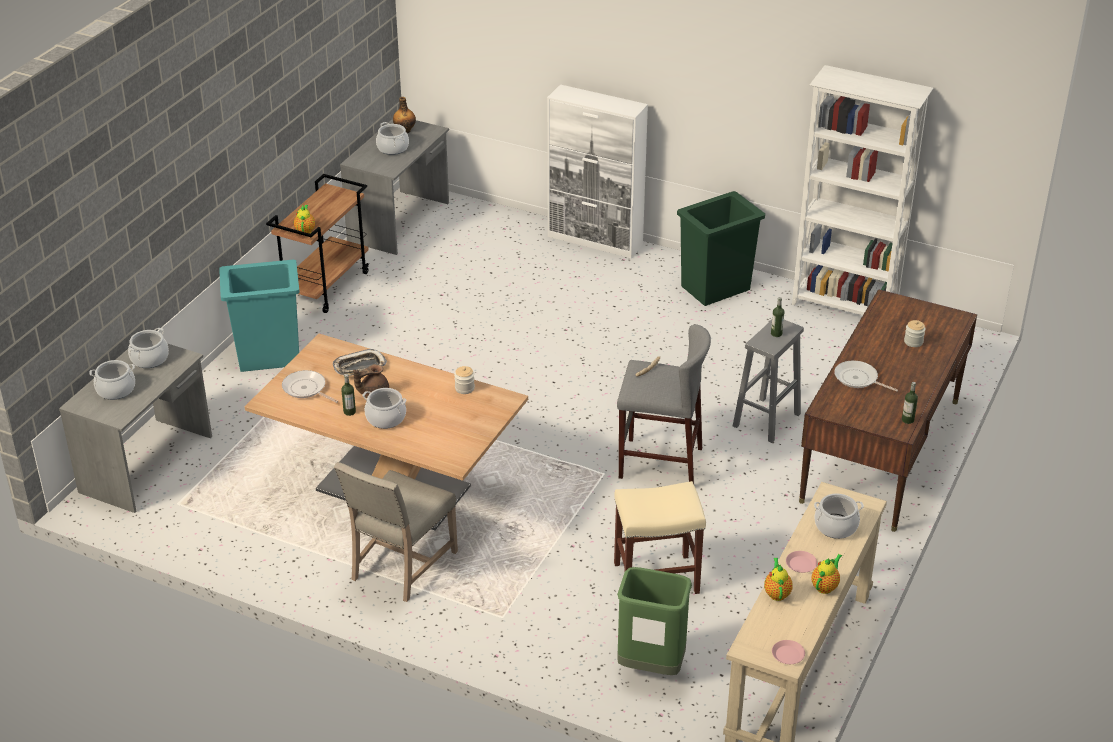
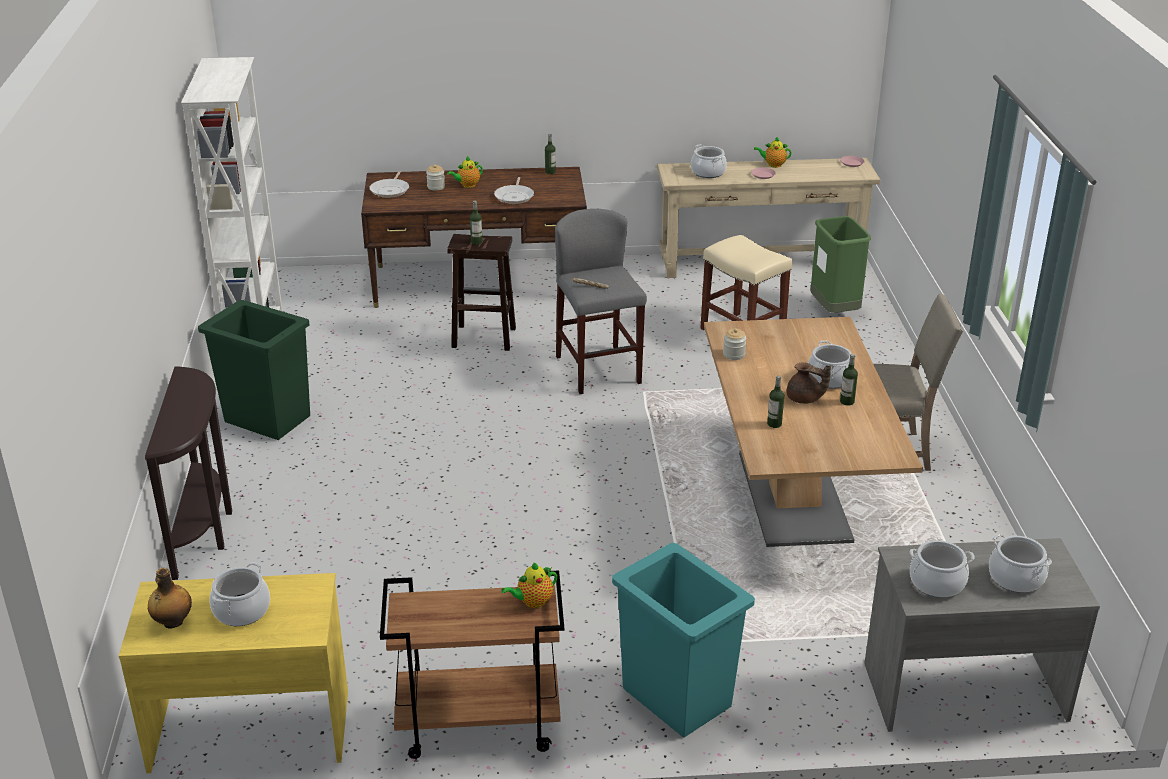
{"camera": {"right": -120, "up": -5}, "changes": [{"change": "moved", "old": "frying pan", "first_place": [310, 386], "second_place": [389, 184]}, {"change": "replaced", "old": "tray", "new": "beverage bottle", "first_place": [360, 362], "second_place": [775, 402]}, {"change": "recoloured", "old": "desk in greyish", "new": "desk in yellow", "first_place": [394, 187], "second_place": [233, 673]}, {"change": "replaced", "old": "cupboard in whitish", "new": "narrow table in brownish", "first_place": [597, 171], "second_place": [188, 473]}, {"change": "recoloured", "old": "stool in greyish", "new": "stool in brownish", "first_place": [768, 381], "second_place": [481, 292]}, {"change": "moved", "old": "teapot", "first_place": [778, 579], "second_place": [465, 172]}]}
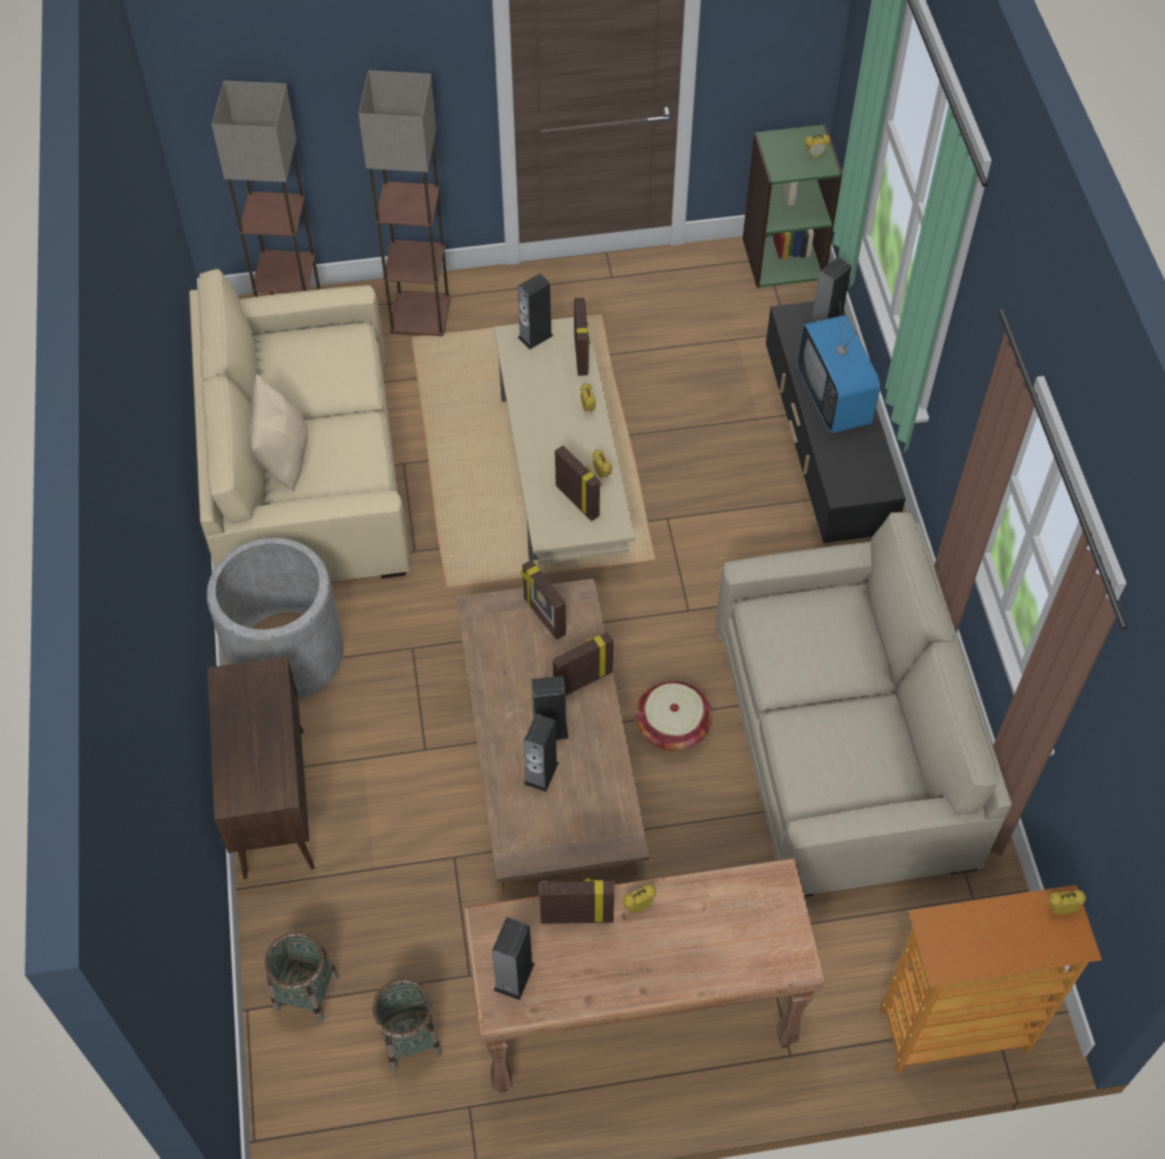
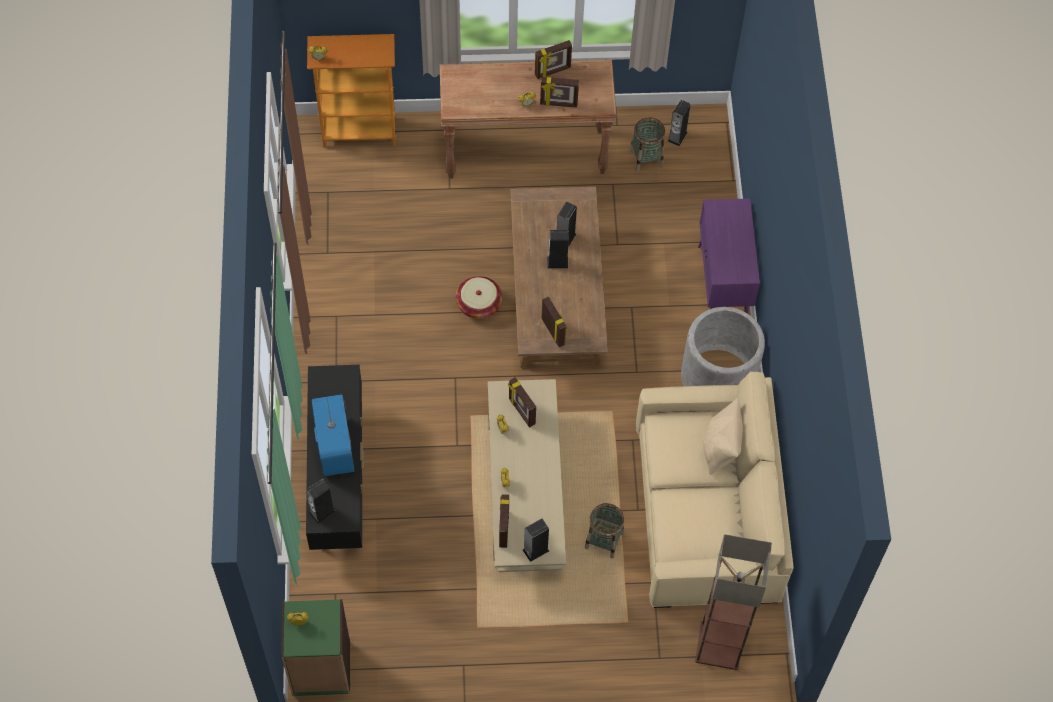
{"camera": {"right": -175, "up": 5}, "changes": [{"change": "recoloured", "old": "cupboard in brownish", "new": "cupboard in purple-coloured", "first_place": [261, 768], "second_place": [729, 256]}, {"change": "moved", "old": "basket", "first_place": [302, 977], "second_place": [604, 530]}, {"change": "removed", "old": "standing lamp", "first_place": [404, 203]}, {"change": "moved", "old": "speaker", "first_place": [513, 958], "second_place": [679, 123]}, {"change": "moved", "old": "picture frame", "first_place": [583, 663], "second_place": [553, 59]}, {"change": "removed", "old": "sofa in beige", "first_place": [864, 704]}]}
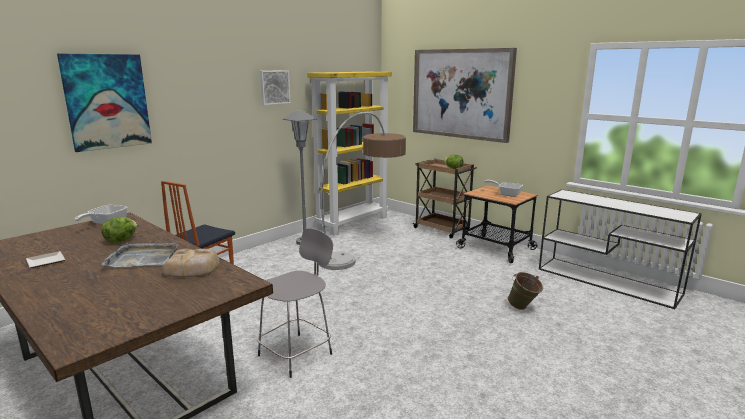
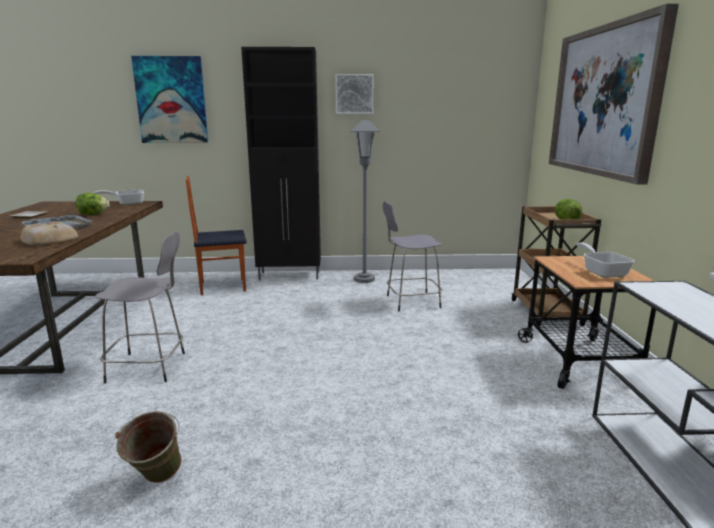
{"camera": {"right": 45, "up": 0}, "changes": [{"change": "removed", "old": "bookshelf in yellow", "first_place": [349, 154]}, {"change": "replaced", "old": "standing lamp", "new": "stool in greyish", "first_place": [362, 191], "second_place": [413, 256]}, {"change": "moved", "old": "bucket in green", "first_place": [525, 291], "second_place": [148, 447]}, {"change": "added", "new": "cupboard in black", "second_place": [281, 163]}]}
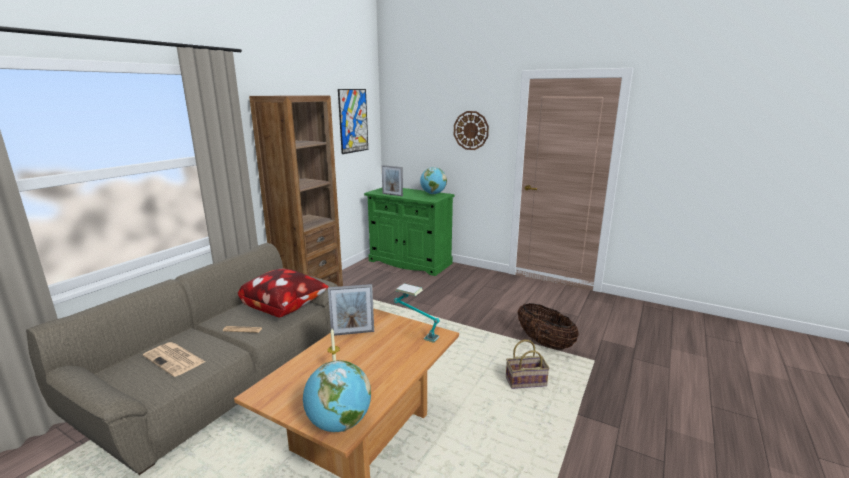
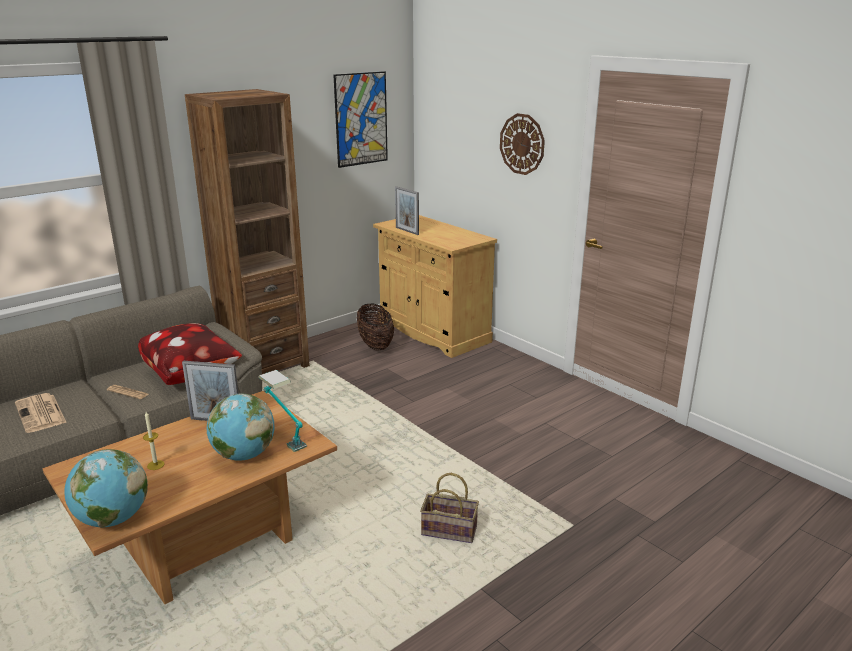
{"camera": {"right": 20, "up": 5}, "changes": [{"change": "recoloured", "old": "cupboard in green", "new": "cupboard in beige", "first_place": [409, 232], "second_place": [435, 286]}, {"change": "moved", "old": "globe", "first_place": [433, 180], "second_place": [240, 427]}, {"change": "moved", "old": "basket", "first_place": [548, 326], "second_place": [375, 327]}]}
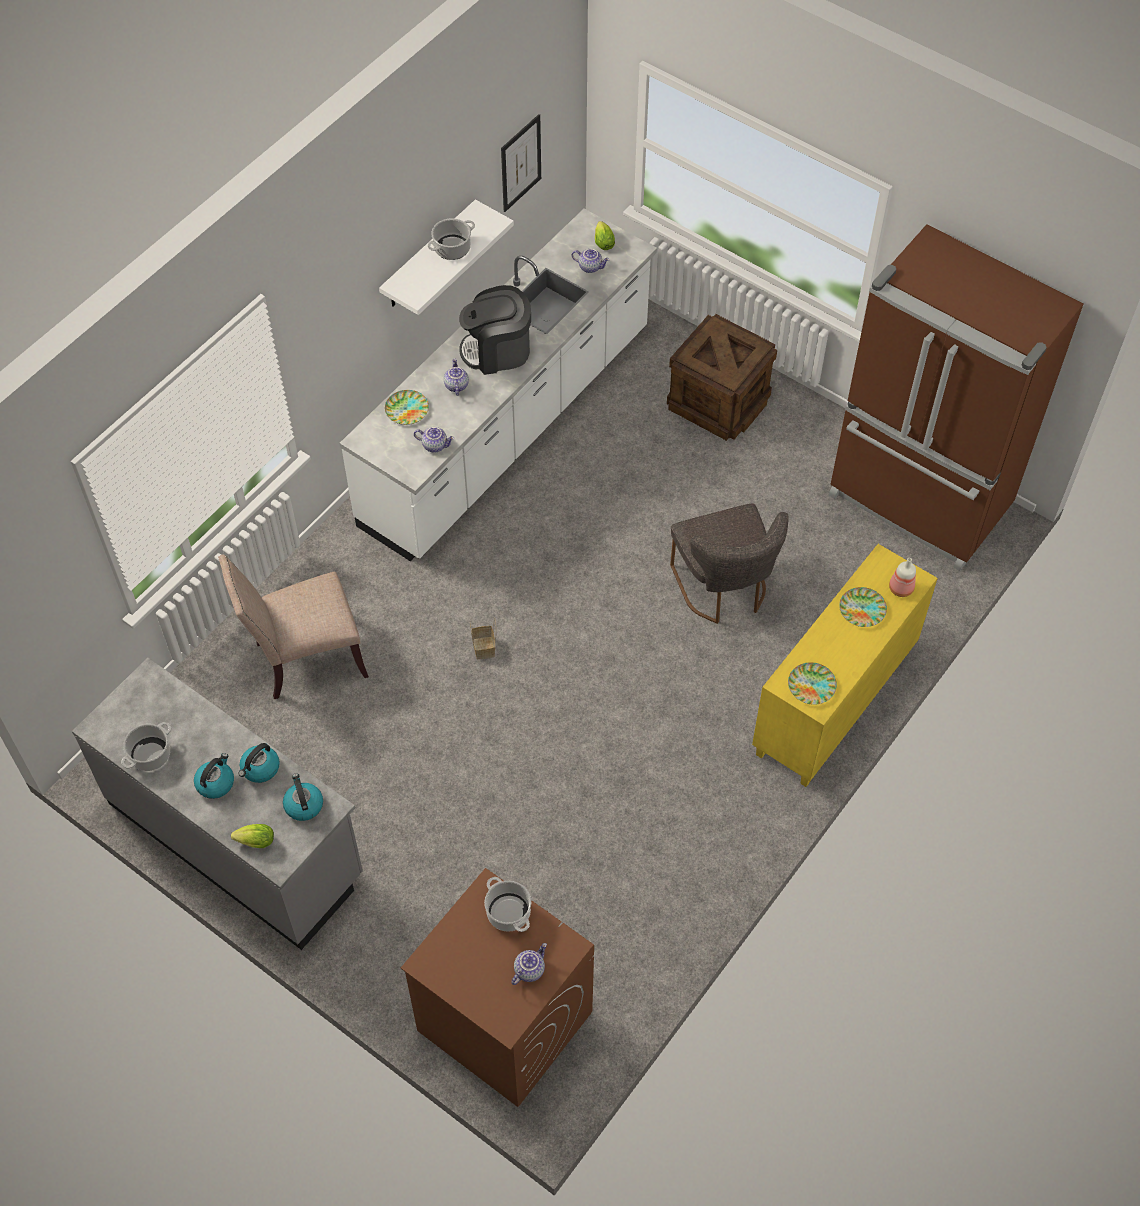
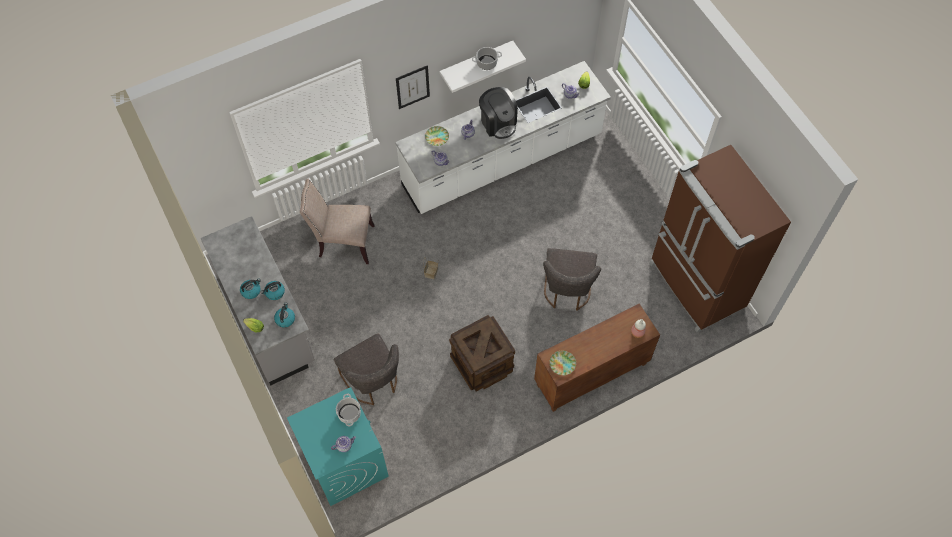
{"camera": {"right": 25, "up": 5}, "changes": [{"change": "removed", "old": "cooking pot", "first_place": [146, 746]}, {"change": "recoloured", "old": "washing machine in brownish", "new": "washing machine in turquoise", "first_place": [497, 987], "second_place": [338, 446]}, {"change": "turned", "old": "coffee maker", "first_place": [495, 330], "second_place": [498, 113], "degrees": -135}, {"change": "moved", "old": "wall picture", "first_place": [521, 163], "second_place": [413, 87]}, {"change": "moved", "old": "packing crate", "first_place": [722, 377], "second_place": [482, 353]}, {"change": "recoloured", "old": "cupboard in yellow", "new": "cupboard in brownish", "first_place": [845, 665], "second_place": [597, 357]}, {"change": "removed", "old": "plate", "first_place": [863, 607]}, {"change": "added", "new": "plain chair in greyish", "second_place": [366, 369]}]}
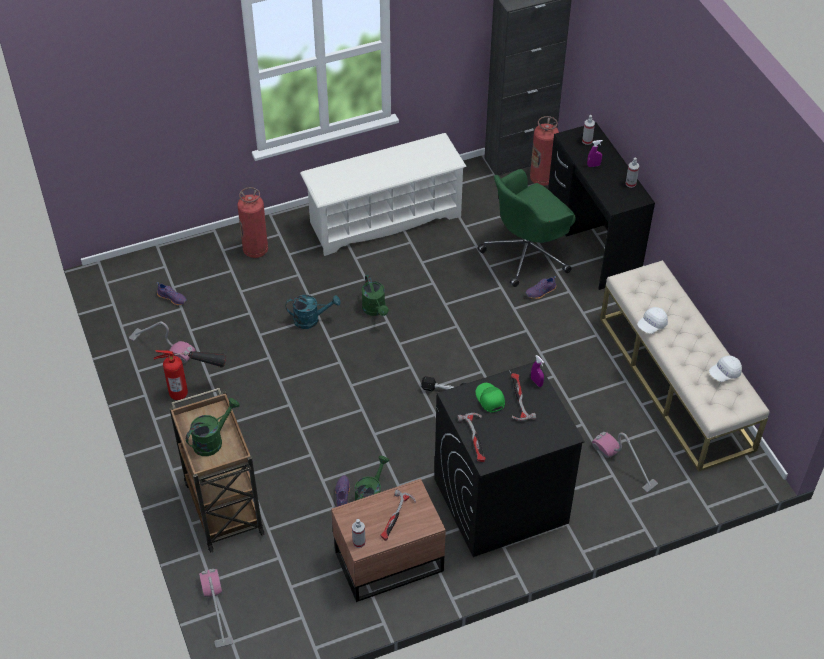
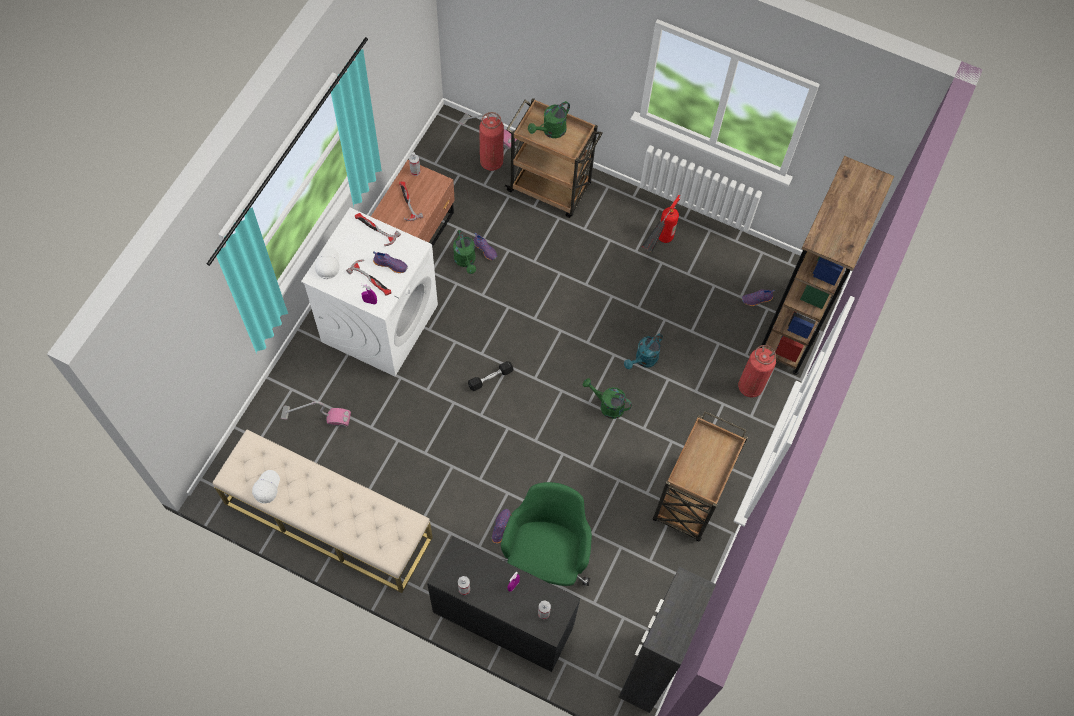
{"camera": {"right": 135, "up": 15}, "changes": [{"change": "removed", "old": "vacuum cleaner", "first_place": [162, 342]}, {"change": "turned", "old": "watering pot in green", "first_place": [213, 427], "second_place": [549, 119], "degrees": 45}, {"change": "replaced", "old": "shoe shelf in whitish", "new": "trolley in brownish", "first_place": [383, 194], "second_place": [700, 476]}, {"change": "recoloured", "old": "washing machine in black", "new": "washing machine in whitish", "first_place": [509, 459], "second_place": [369, 292]}, {"change": "replaced", "old": "peaked cap in green", "new": "shoe in purple-coloured", "first_place": [490, 397], "second_place": [390, 262]}, {"change": "moved", "old": "extinguisher", "first_place": [544, 151], "second_place": [491, 141]}, {"change": "moved", "old": "peaked cap in whitish", "first_place": [652, 320], "second_place": [327, 263]}, {"change": "added", "new": "bookshelf in brownish", "second_place": [827, 265]}]}
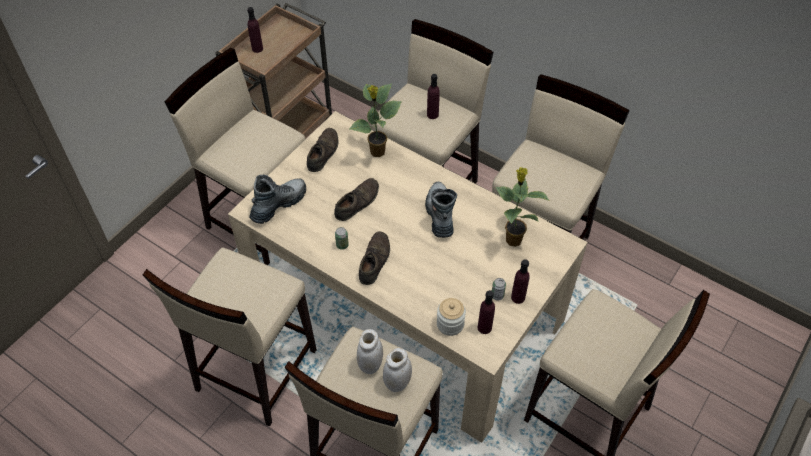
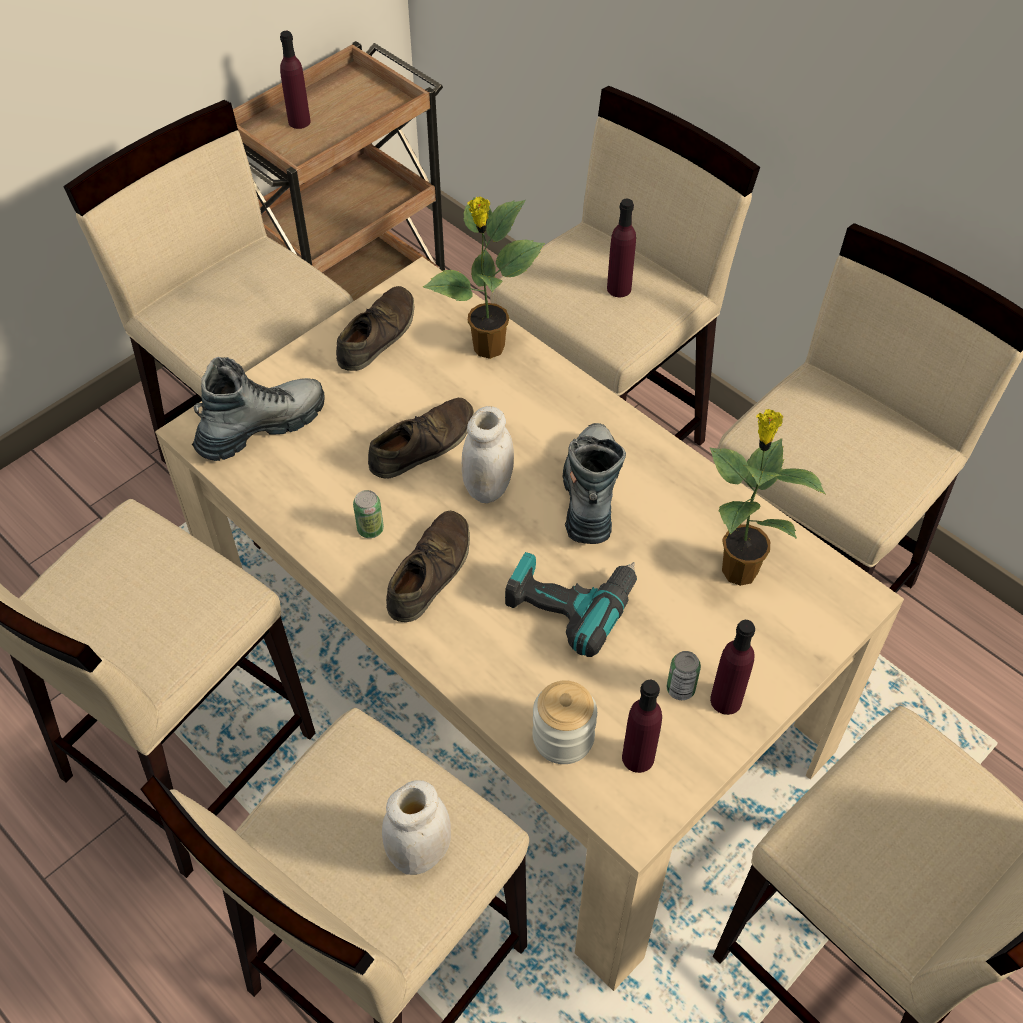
{"camera": {"right": 10, "up": 0}, "changes": [{"change": "moved", "old": "preserve jar in whitish", "first_place": [370, 351], "second_place": [488, 455]}, {"change": "added", "new": "electric drill", "second_place": [571, 604]}]}
